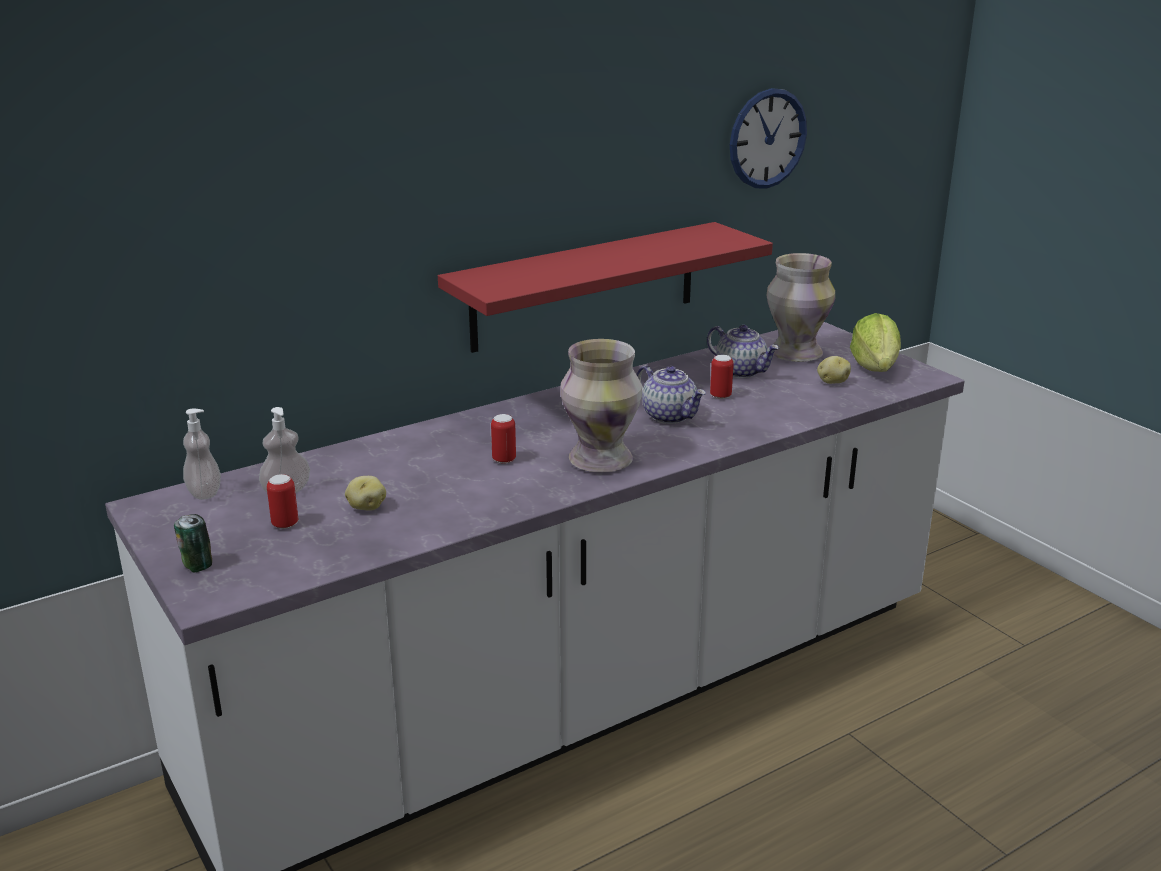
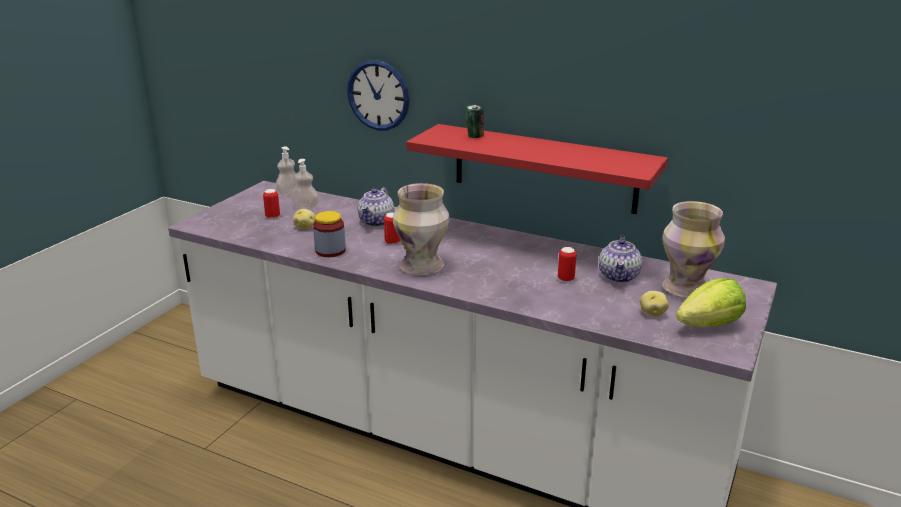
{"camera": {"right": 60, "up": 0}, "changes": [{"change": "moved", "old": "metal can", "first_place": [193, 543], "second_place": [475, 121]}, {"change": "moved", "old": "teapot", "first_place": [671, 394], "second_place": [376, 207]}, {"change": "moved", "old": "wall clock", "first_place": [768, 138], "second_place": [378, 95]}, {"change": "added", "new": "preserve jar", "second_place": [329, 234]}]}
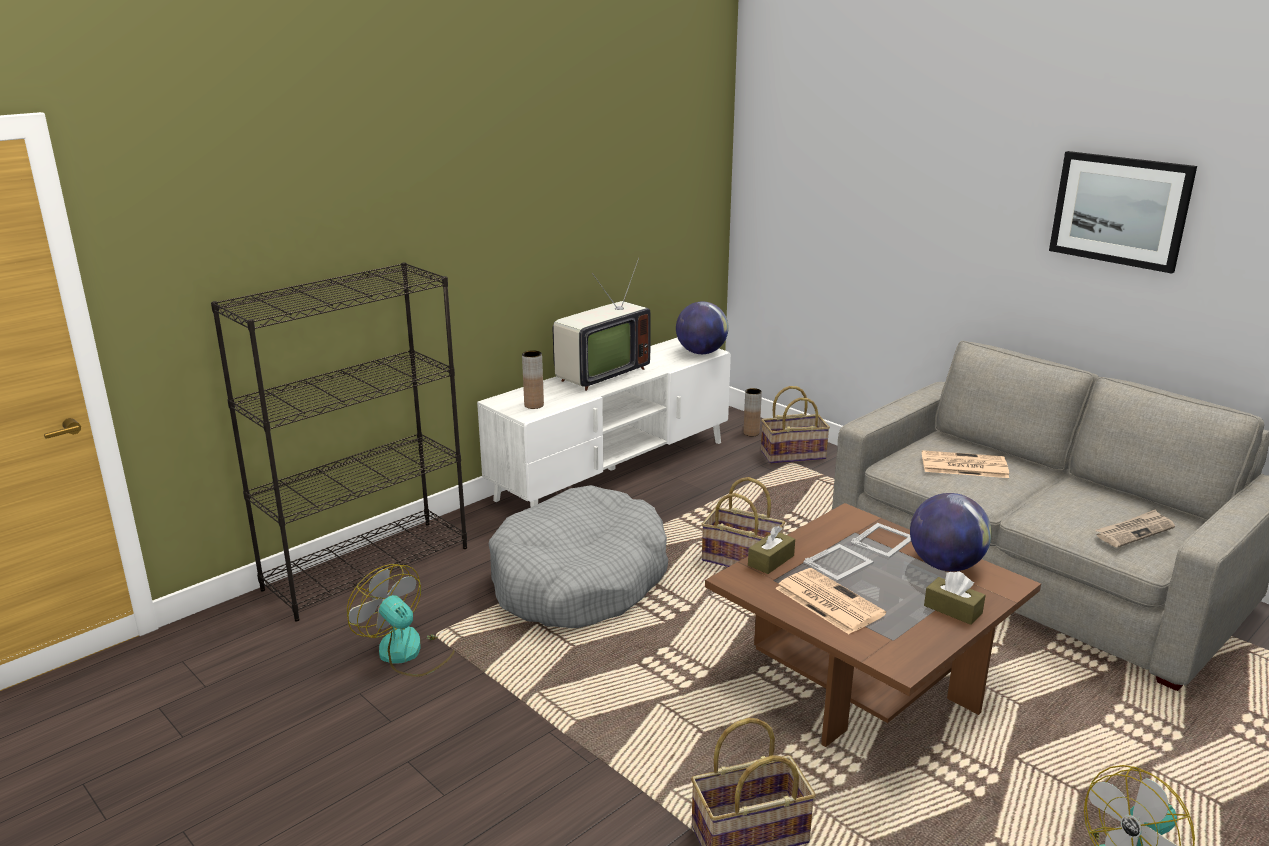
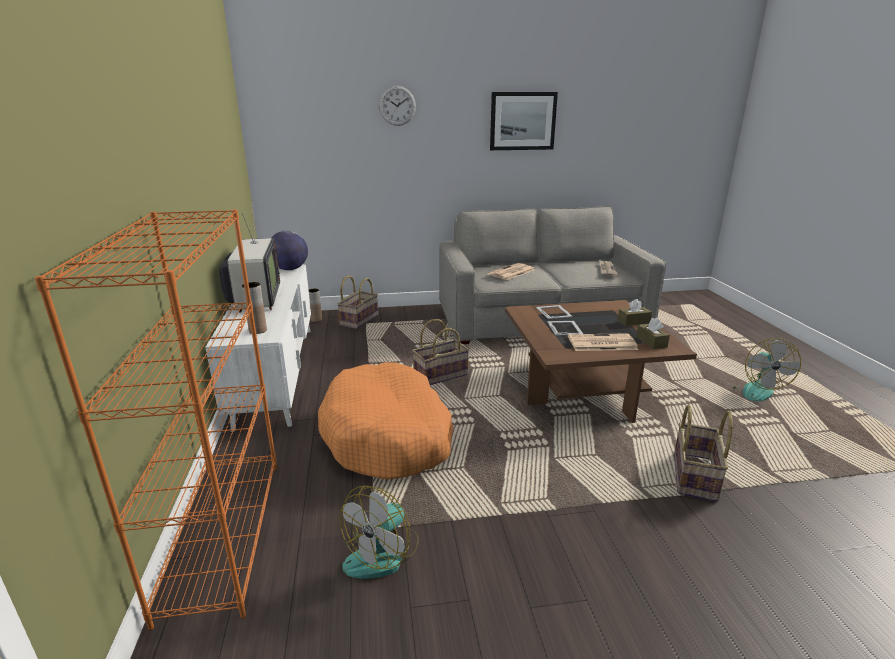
{"camera": {"right": -55, "up": 0}, "changes": [{"change": "recoloured", "old": "bookshelf in black", "new": "bookshelf in orange-coloured", "first_place": [339, 441], "second_place": [156, 420]}, {"change": "turned", "old": "fan", "first_place": [401, 620], "second_place": [379, 532], "degrees": -45}, {"change": "recoloured", "old": "dog bed in greyish", "new": "dog bed in orange-coloured", "first_place": [578, 556], "second_place": [385, 420]}, {"change": "moved", "old": "tissue box in brownish", "first_place": [771, 550], "second_place": [653, 333]}, {"change": "removed", "old": "globe", "first_place": [951, 532]}, {"change": "added", "new": "wall clock", "second_place": [397, 106]}]}
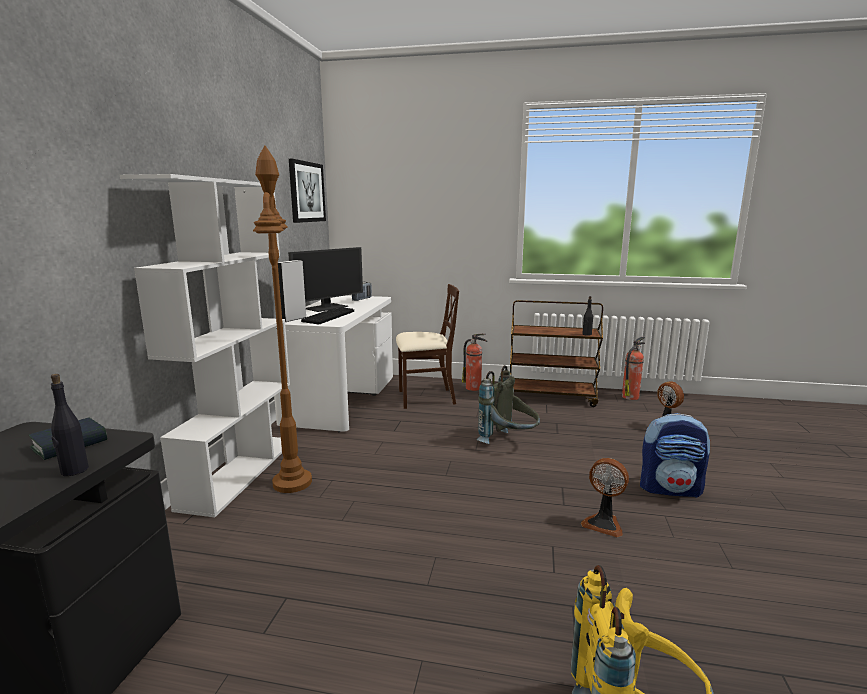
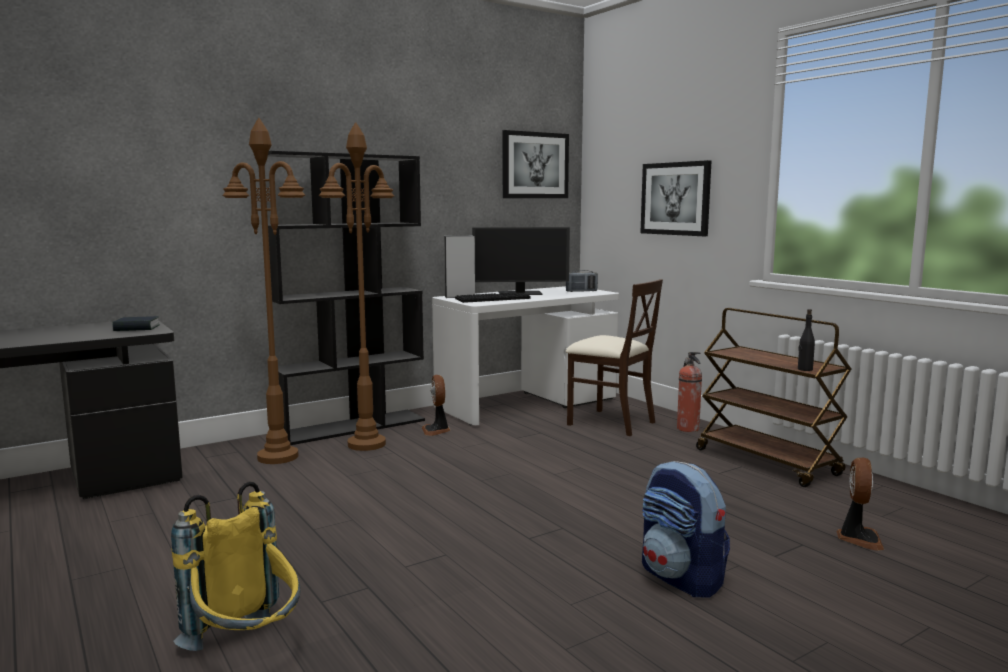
{"camera": {"right": 45, "up": -5}, "changes": [{"change": "removed", "old": "beverage bottle in black", "first_place": [70, 425]}, {"change": "recoloured", "old": "bookshelf in whitish", "new": "bookshelf in black", "first_place": [205, 345], "second_place": [346, 298]}, {"change": "removed", "old": "backpack in greyish", "first_place": [508, 404]}, {"change": "moved", "old": "fan", "first_place": [605, 498], "second_place": [436, 405]}, {"change": "removed", "old": "extinguisher", "first_place": [633, 368]}, {"change": "added", "new": "standing lamp in brownish", "second_place": [263, 291]}, {"change": "added", "new": "wall picture", "second_place": [676, 198]}]}
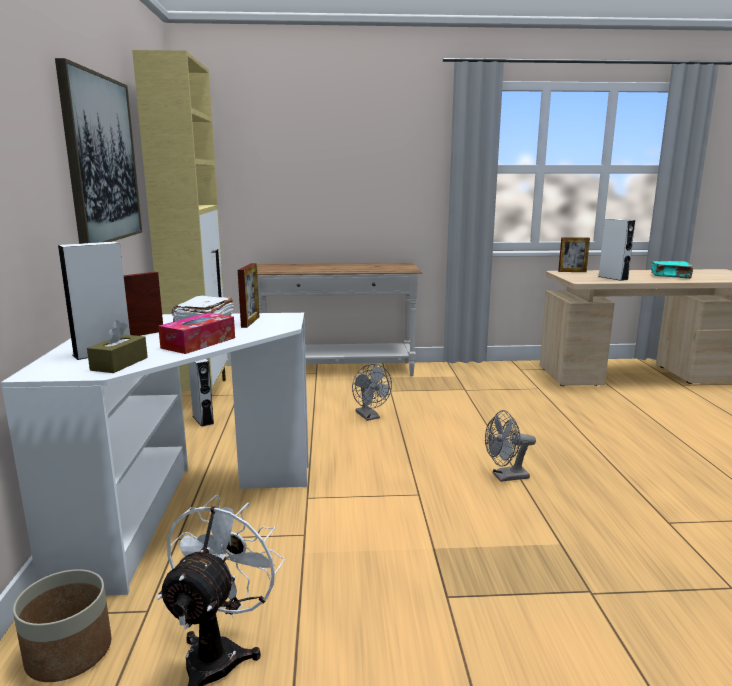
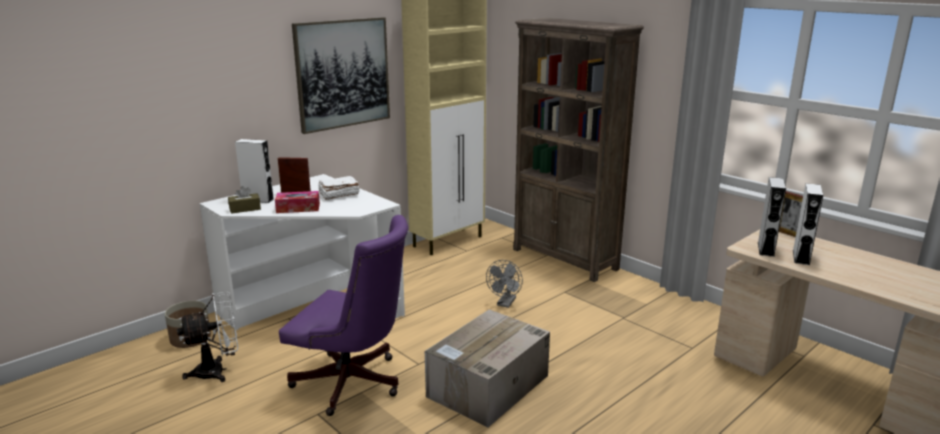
{"camera": {"right": 50, "up": 5}, "changes": [{"change": "moved", "old": "speaker in greyish", "first_place": [201, 393], "second_place": [772, 217]}, {"change": "removed", "old": "picture frame", "first_place": [248, 295]}, {"change": "replaced", "old": "narrow table in whitish", "new": "bookshelf in brownish", "first_place": [339, 319], "second_place": [578, 150]}, {"change": "replaced", "old": "fan in greyish", "new": "carton", "first_place": [510, 446], "second_place": [487, 368]}, {"change": "removed", "old": "volume in turquoise", "first_place": [672, 270]}, {"change": "added", "new": "computer chair in purple-coloured", "second_place": [343, 315]}]}
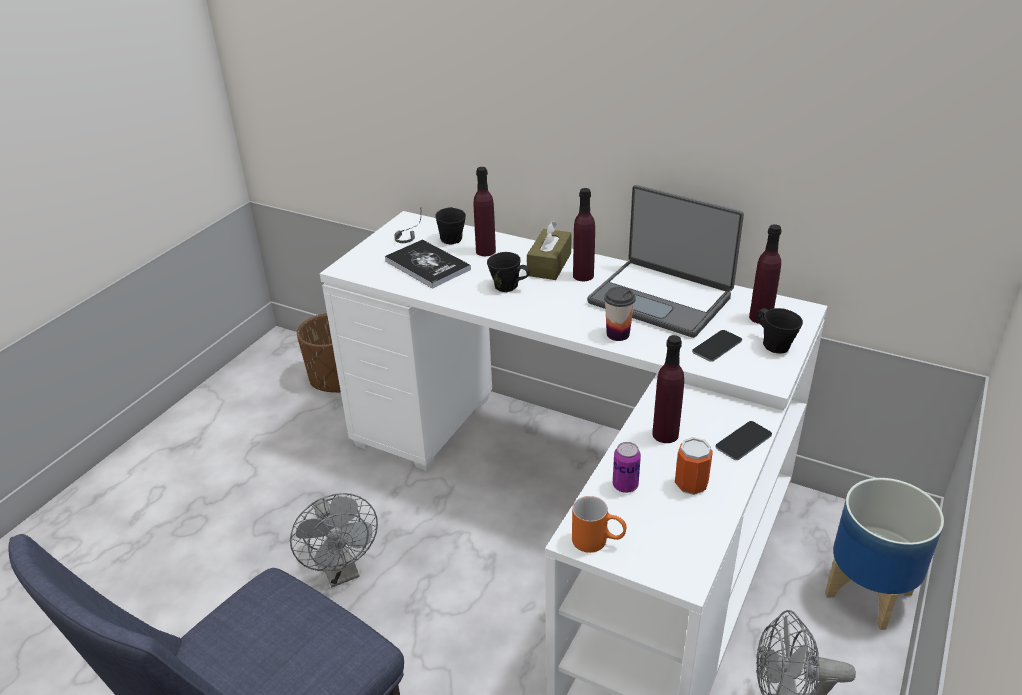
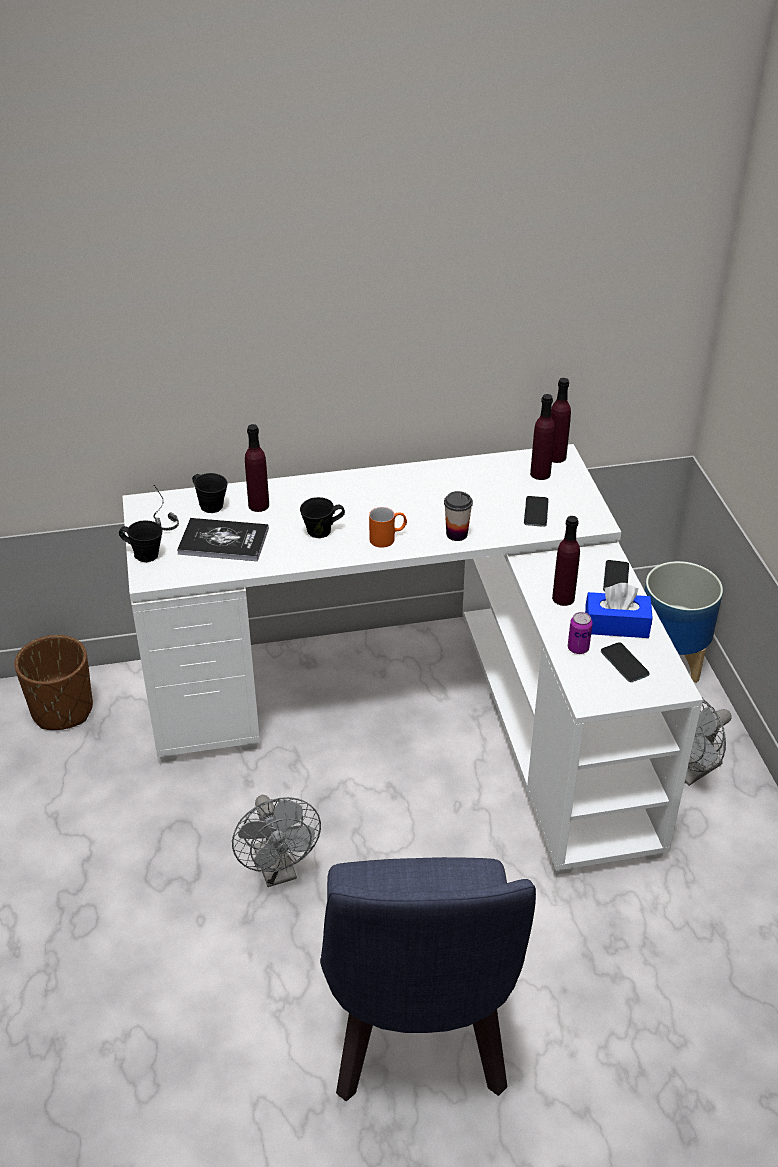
{"camera": {"right": -40, "up": 5}, "changes": [{"change": "turned", "old": "fan in greyish", "first_place": [334, 540], "second_place": [276, 841], "degrees": 45}, {"change": "removed", "old": "tissue box in brownish", "first_place": [549, 250]}, {"change": "moved", "old": "coffee mug in orange-coloured", "first_place": [599, 524], "second_place": [388, 527]}, {"change": "moved", "old": "beverage bottle in purple-coloured", "first_place": [584, 234], "second_place": [561, 420]}, {"change": "removed", "old": "portable computer", "first_place": [665, 261]}, {"change": "replaced", "old": "metal can", "new": "tissue box in blue", "first_place": [694, 466], "second_place": [618, 610]}, {"change": "moved", "old": "coffee mug in black", "first_place": [780, 331], "second_place": [140, 541]}, {"change": "added", "new": "handset", "second_place": [625, 662]}]}
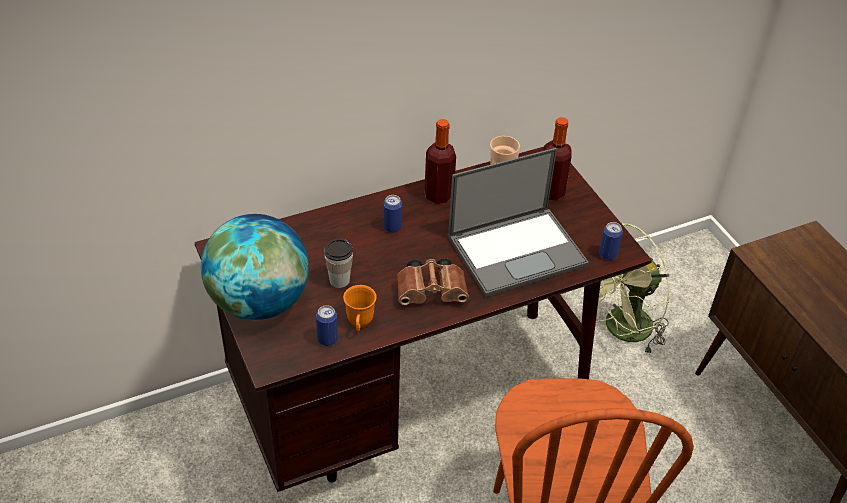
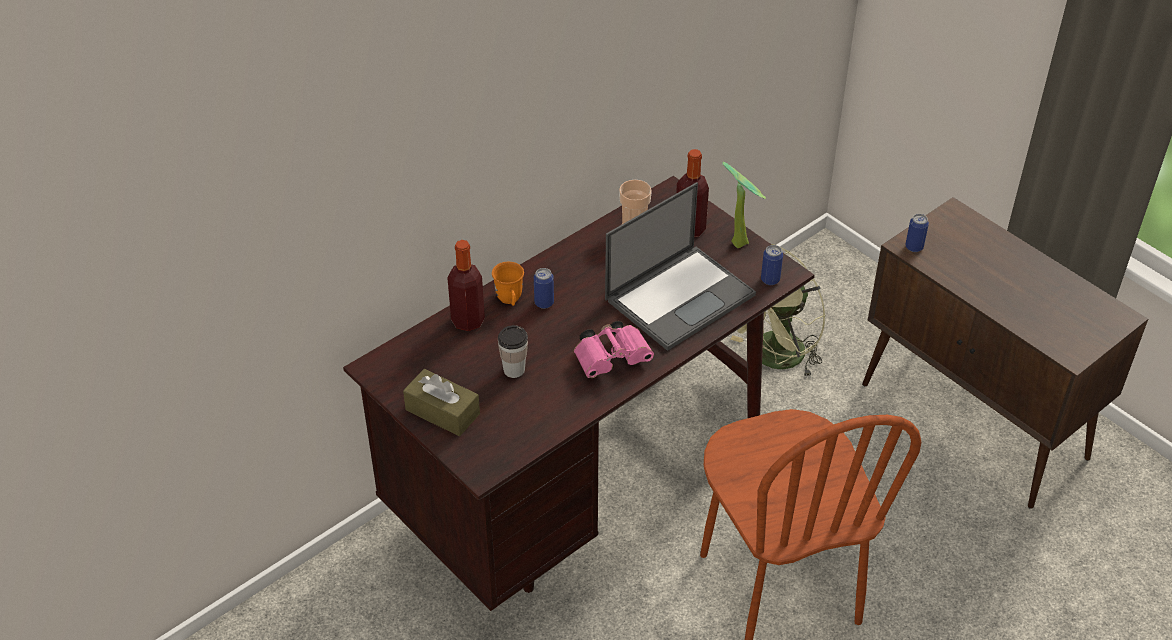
{"camera": {"right": -15, "up": 0}, "changes": [{"change": "replaced", "old": "globe", "new": "tissue box in brownish", "first_place": [255, 267], "second_place": [441, 402]}, {"change": "moved", "old": "metal can", "first_place": [327, 325], "second_place": [917, 233]}, {"change": "moved", "old": "coffee mug in orange-coloured", "first_place": [360, 308], "second_place": [508, 284]}, {"change": "recoloured", "old": "binoculars in brownish", "new": "binoculars in pinkish", "first_place": [433, 281], "second_place": [614, 349]}, {"change": "moved", "old": "beverage bottle", "first_place": [440, 161], "second_place": [466, 285]}, {"change": "added", "new": "plant in a pot", "second_place": [744, 205]}]}
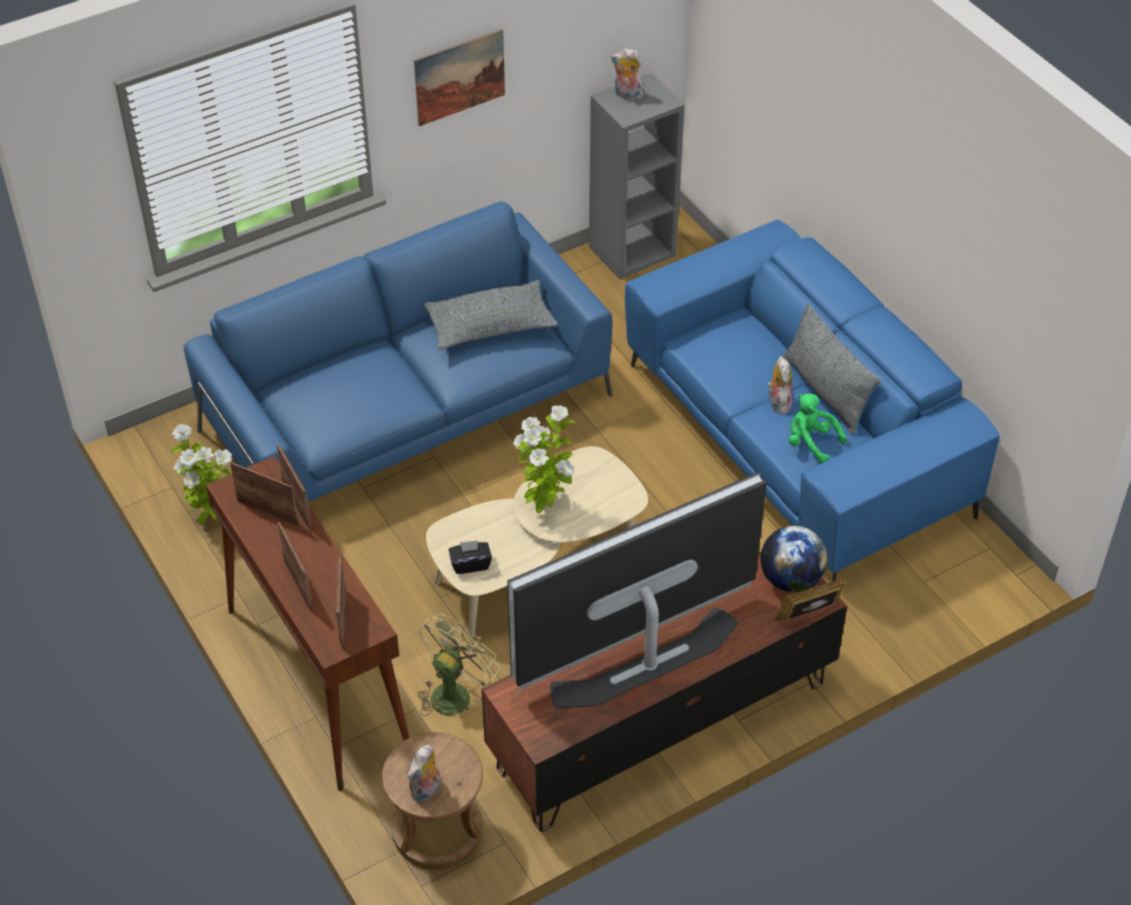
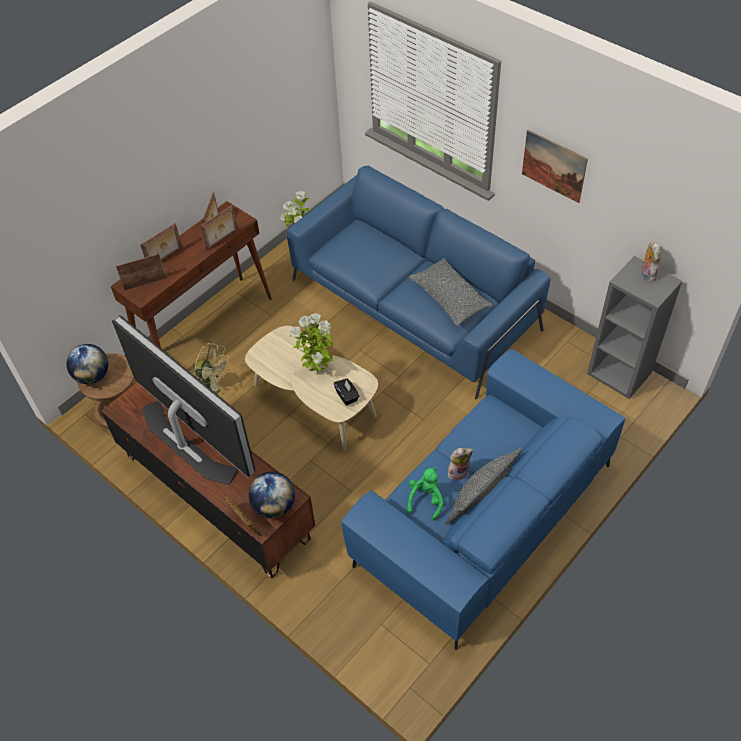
{"camera": {"right": 75, "up": 5}, "changes": [{"change": "replaced", "old": "soft toy", "new": "globe", "first_place": [424, 774], "second_place": [87, 364]}, {"change": "moved", "old": "tissue box in black", "first_place": [470, 557], "second_place": [346, 392]}]}
